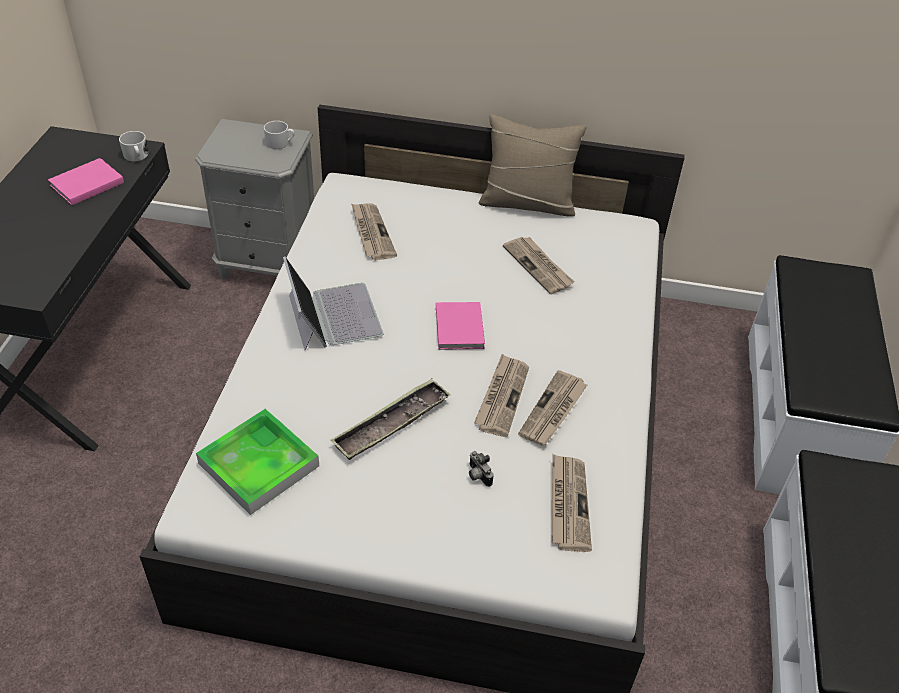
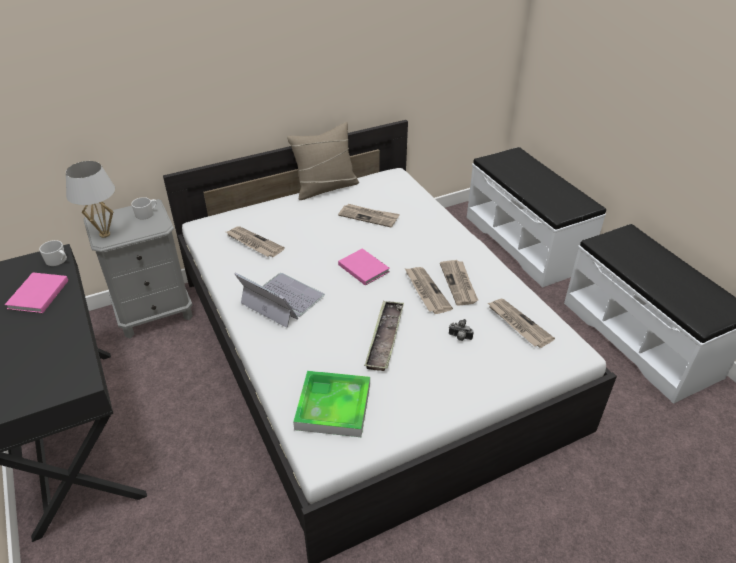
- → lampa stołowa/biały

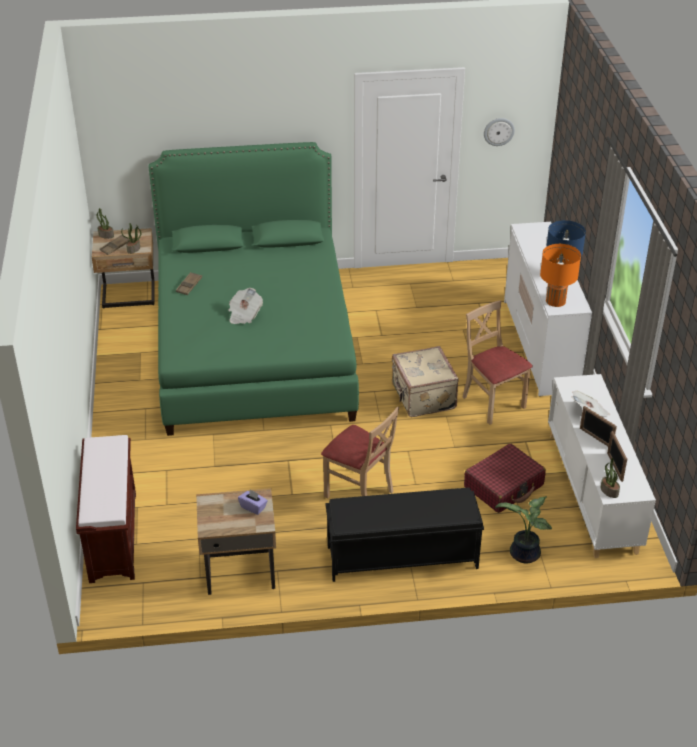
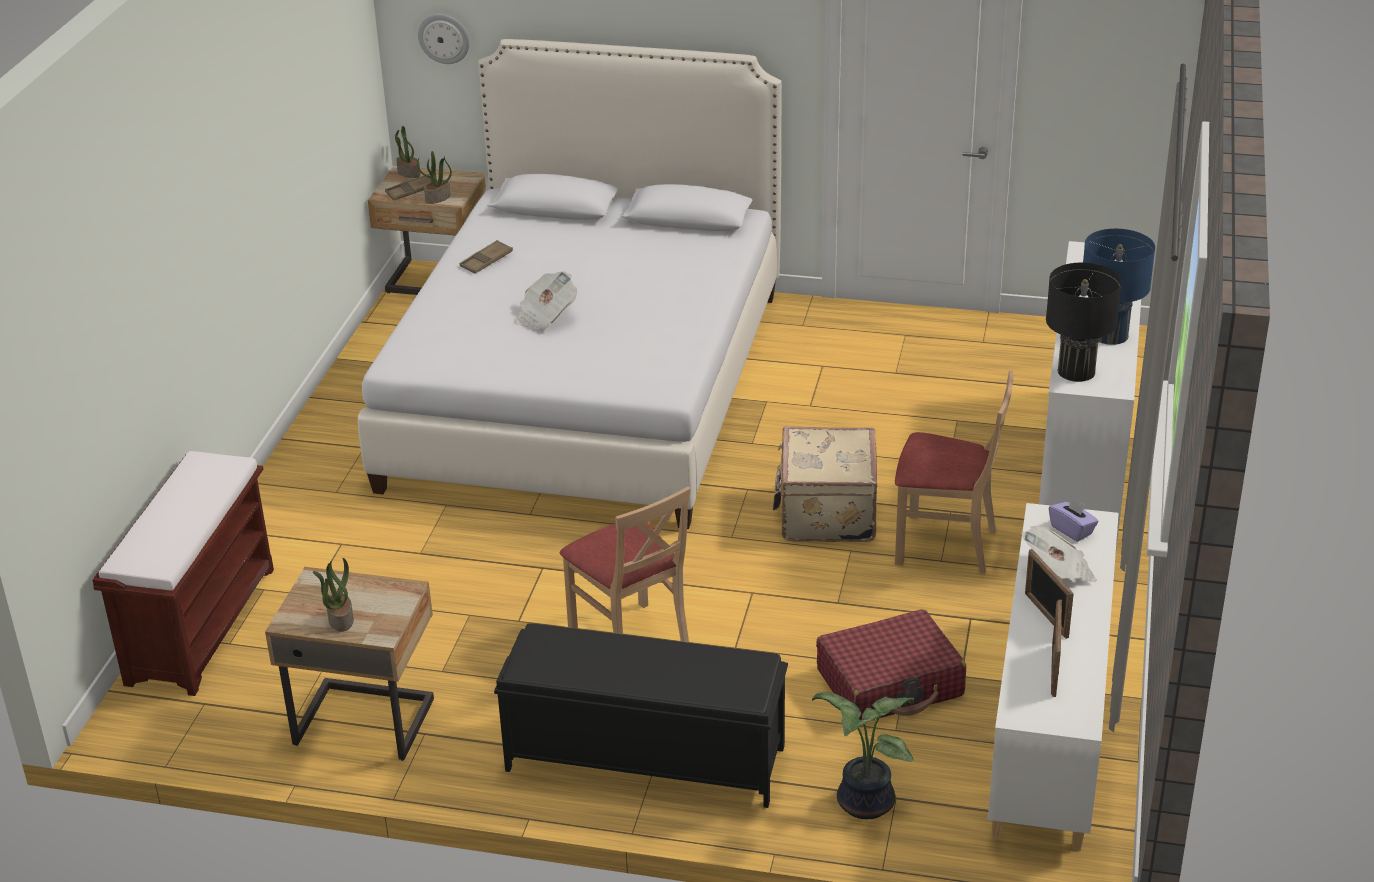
pudełko chusteczek/fioletowy, move
zegar ścienny, move
roślina doniczkowa (4th from left in the first image) → roślina doniczkowa (1st from left), move
łóżko/zielony → łóżko/biały
lampa stołowa/pomarańczowy → lampa stołowa/czarny
krzesło/beżowy (2nd from left), 120 degrees clockwise

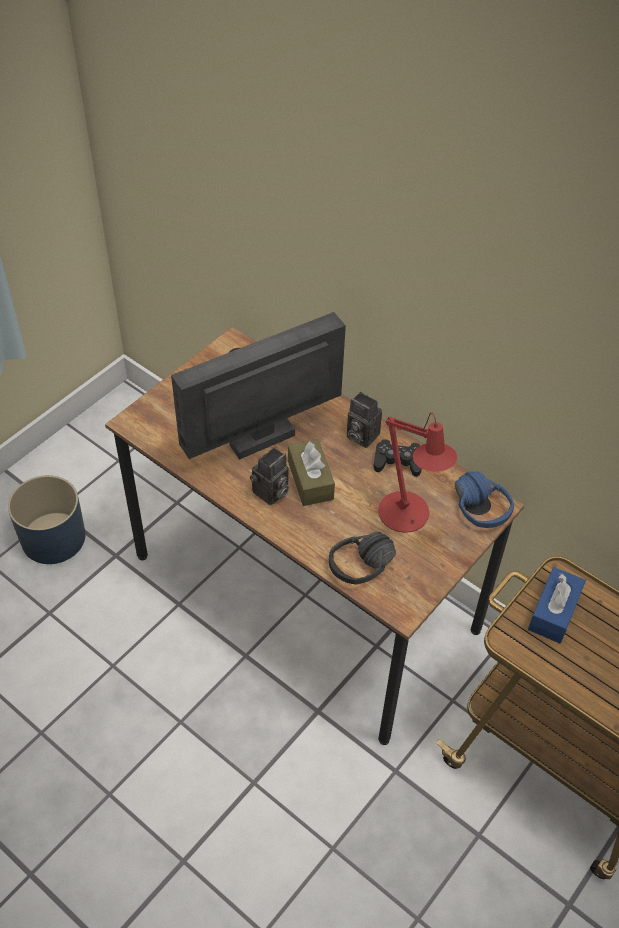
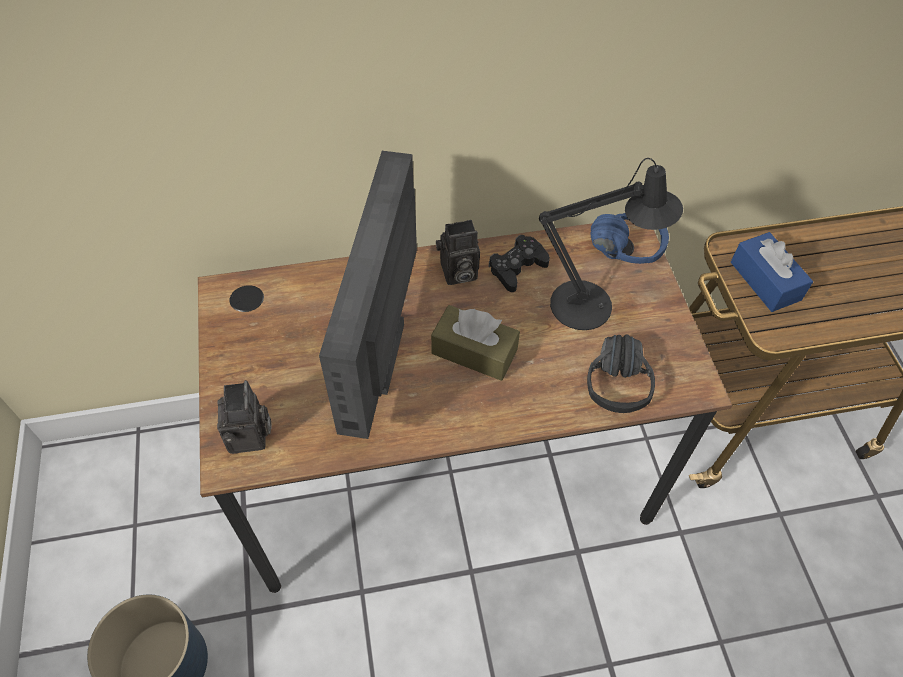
aparat fotograficzny (1st from left), move
lampa stołowa/czerwony → lampa stołowa/czarny

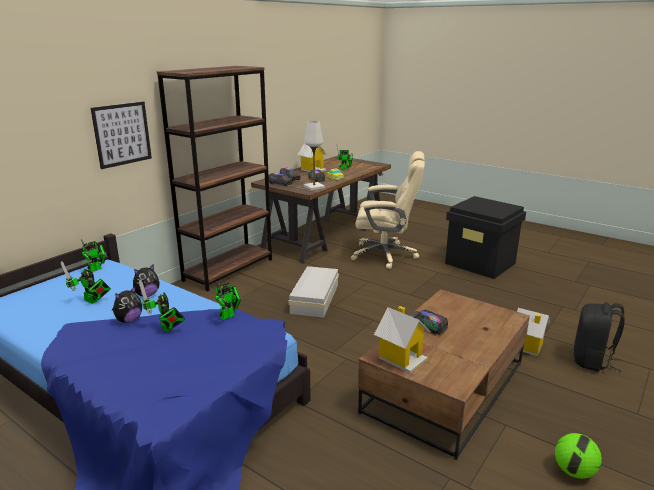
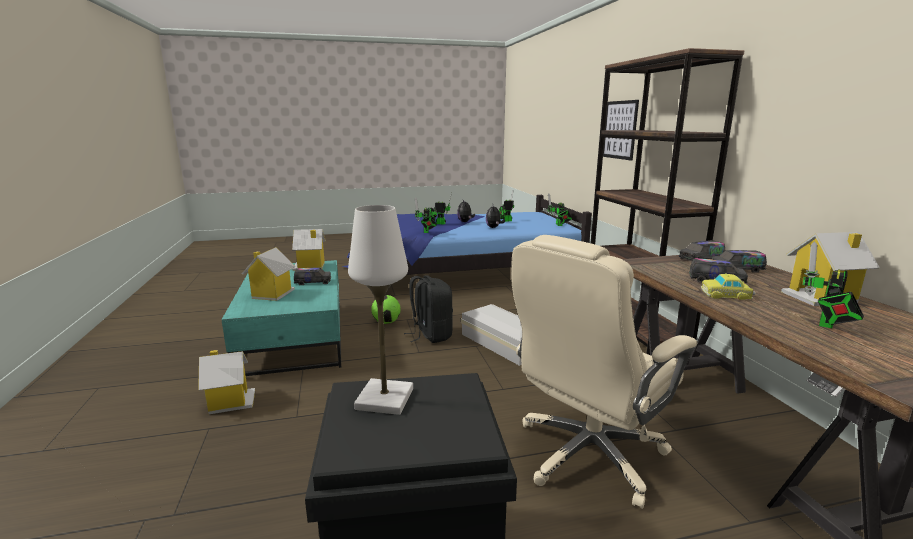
- → domek (2nd from left)
lampa stołowa/biały, move
piłka futbolowa, move
plecak/czarny, move
ława/brązowy → ława/turkusowy

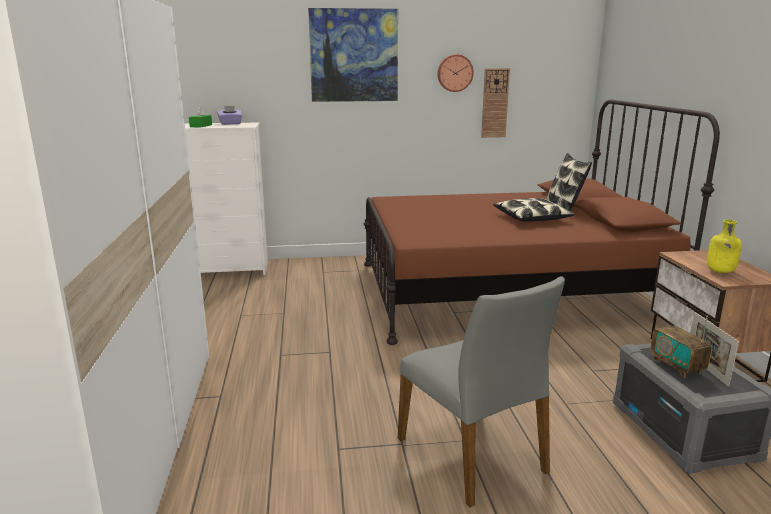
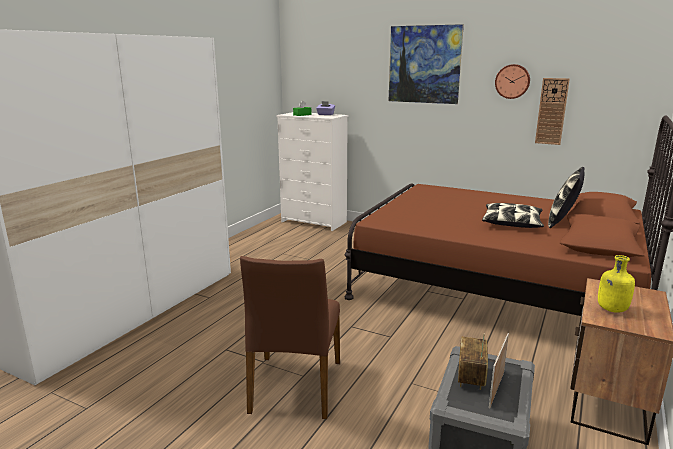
krzesło/szary → krzesło/brązowy

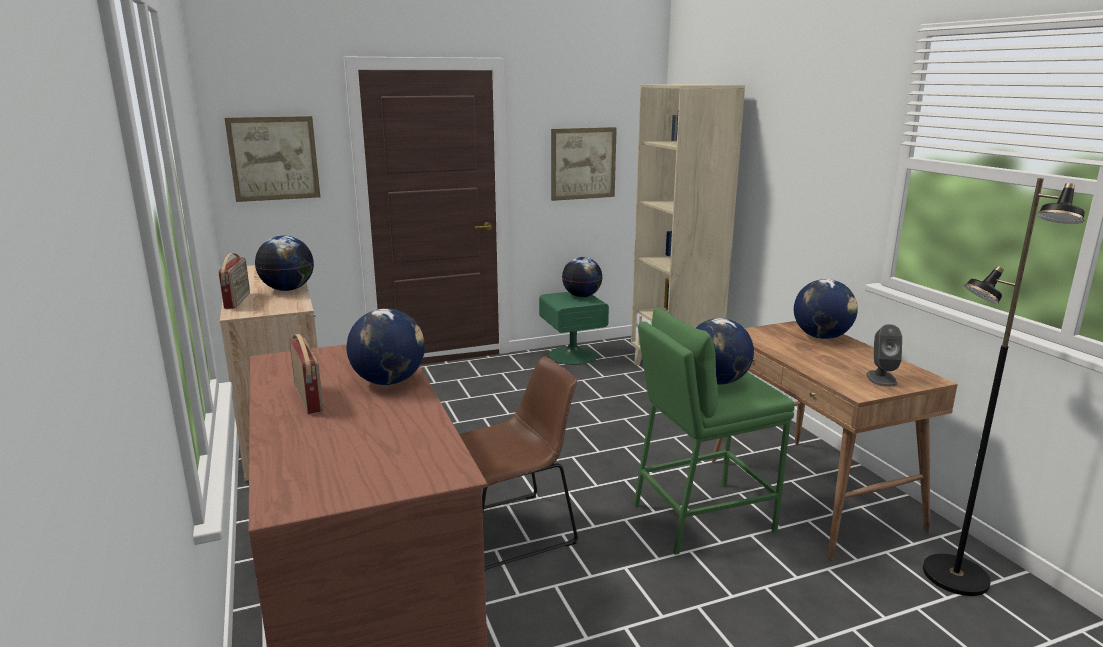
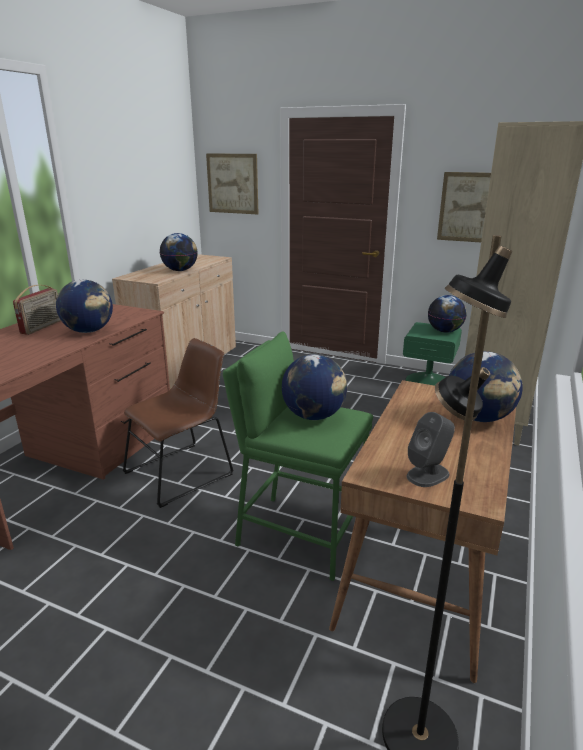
radio (1st from left) → -
krzesło/brązowy, 60 degrees counterclockwise

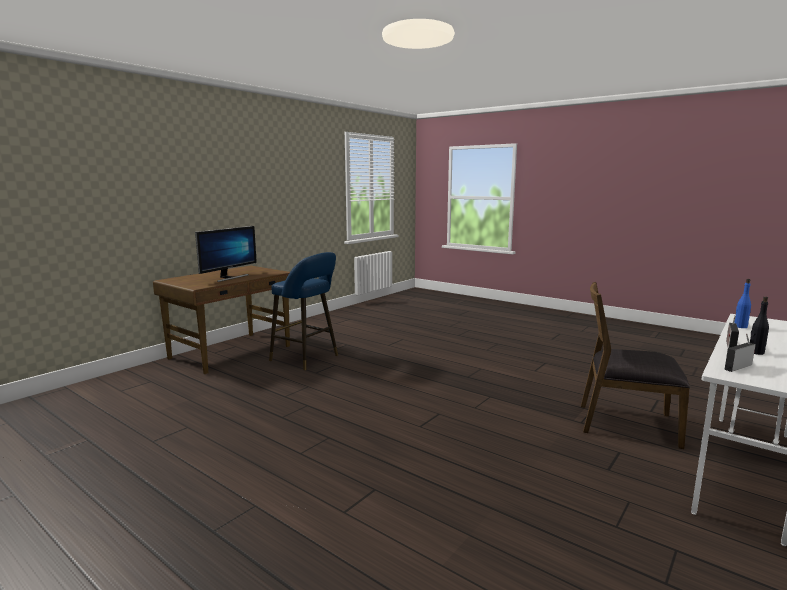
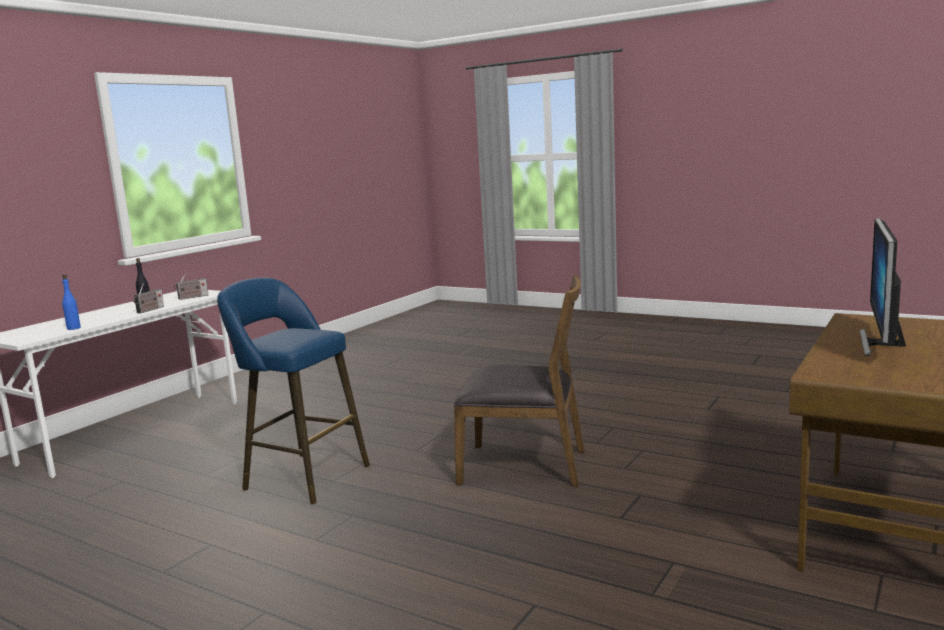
stołek/niebieski, move
krzesło/brązowy, move

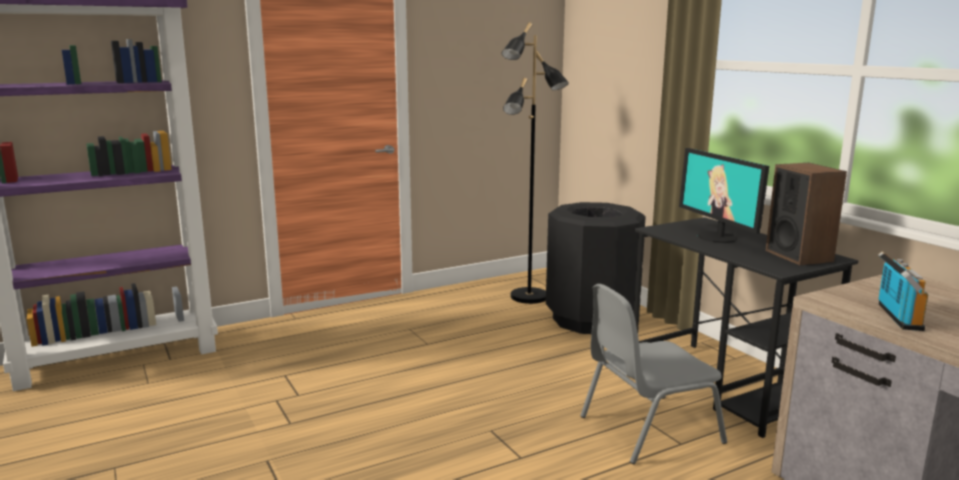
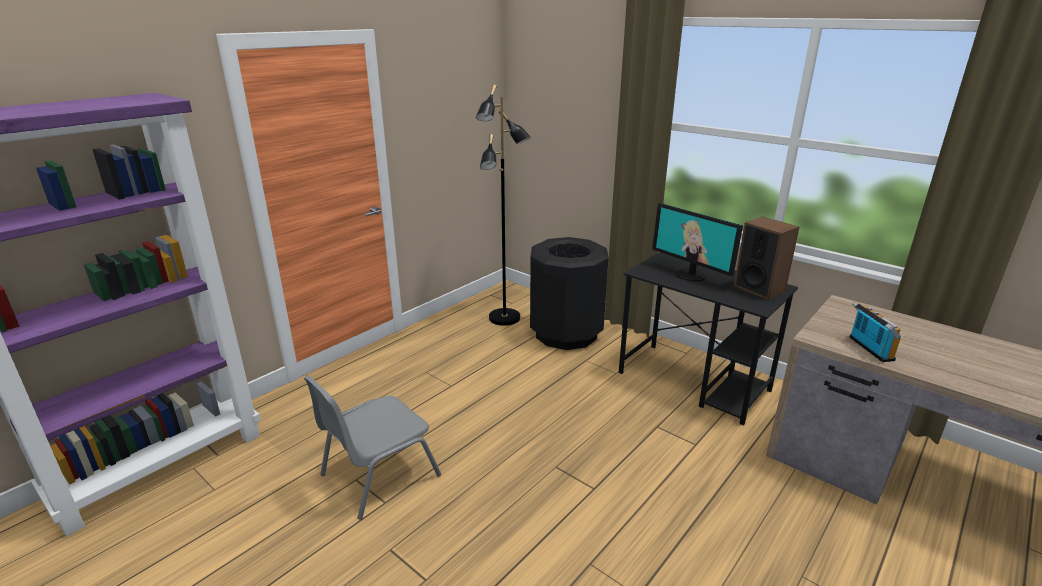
krzesło/szary, move

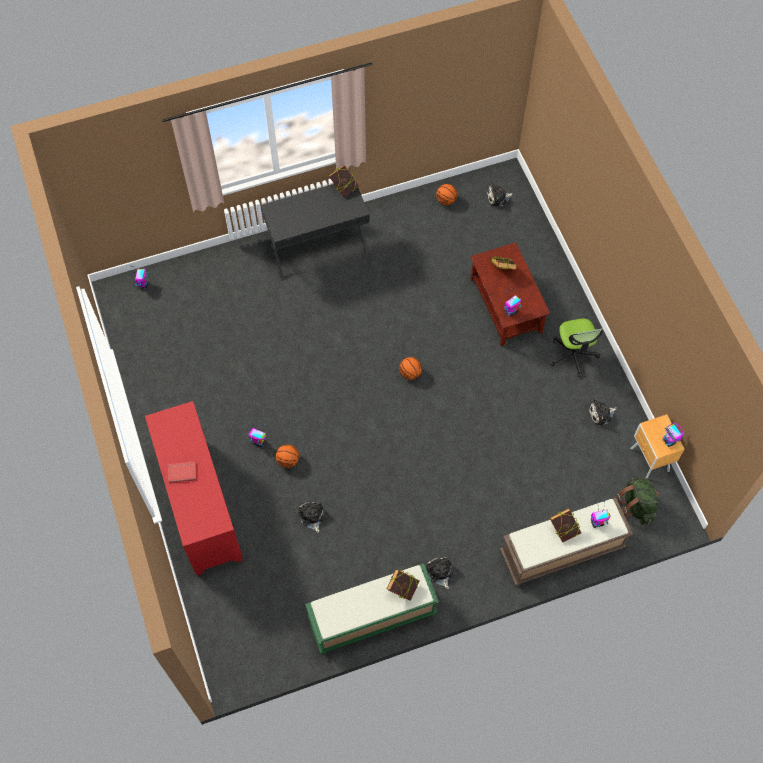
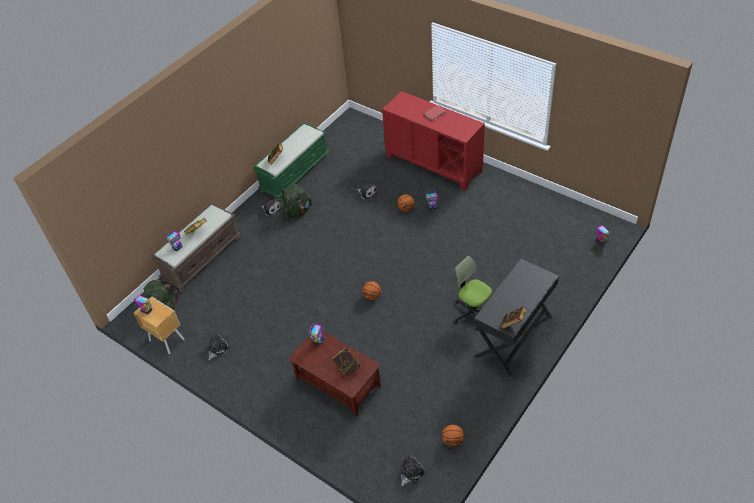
- → plecak/zielony (2nd from left)
krzesło biurowe, move

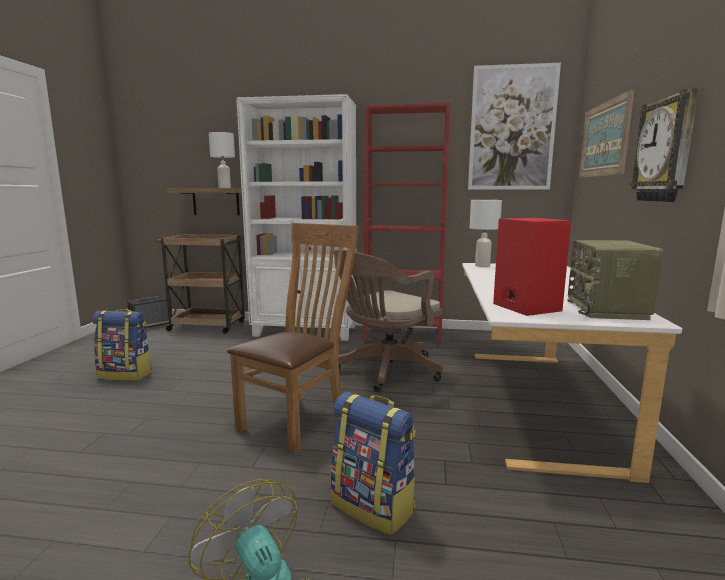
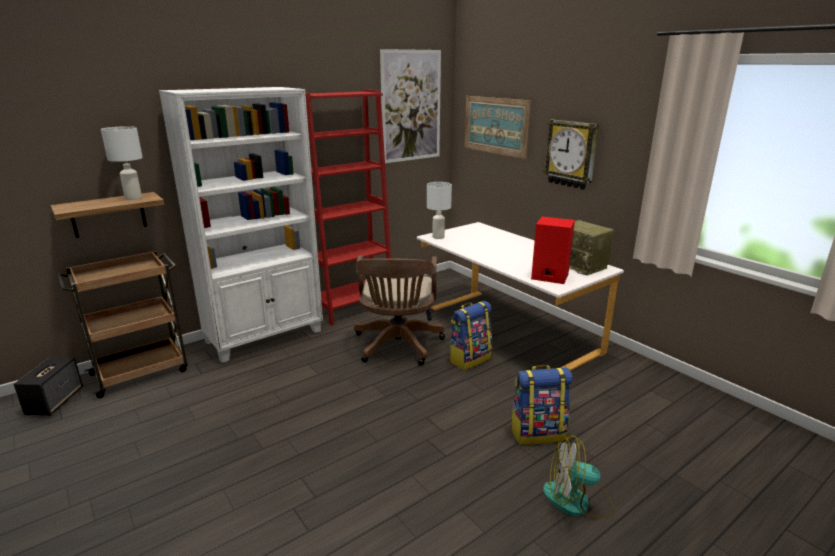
krzesło/brązowy → -
plecak (1st from left), move

